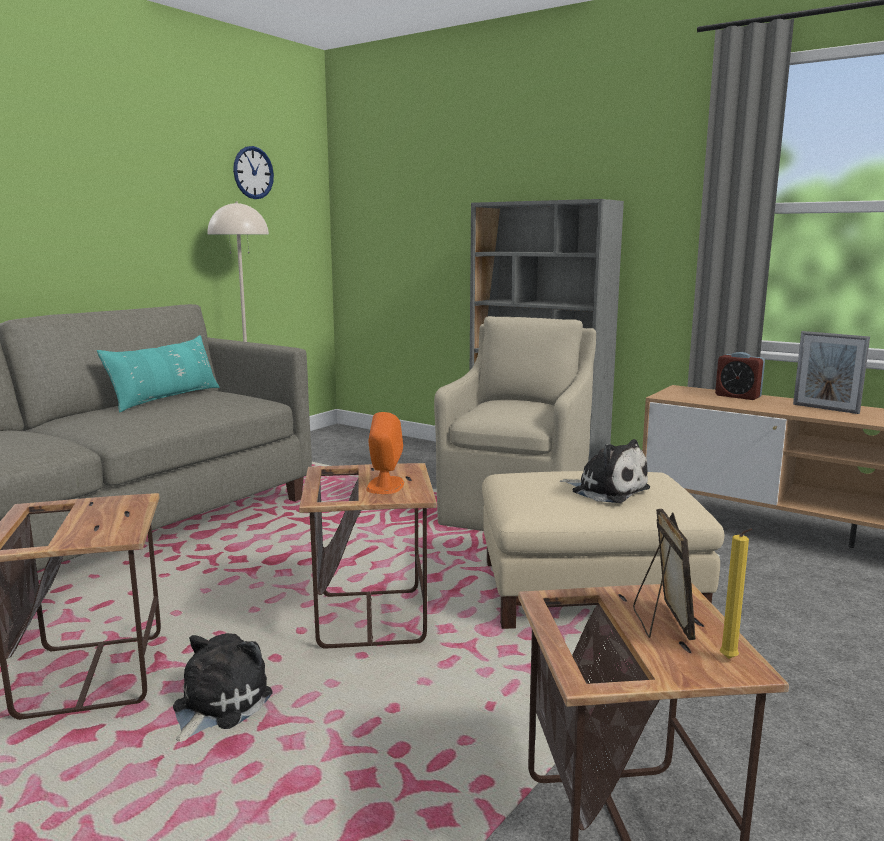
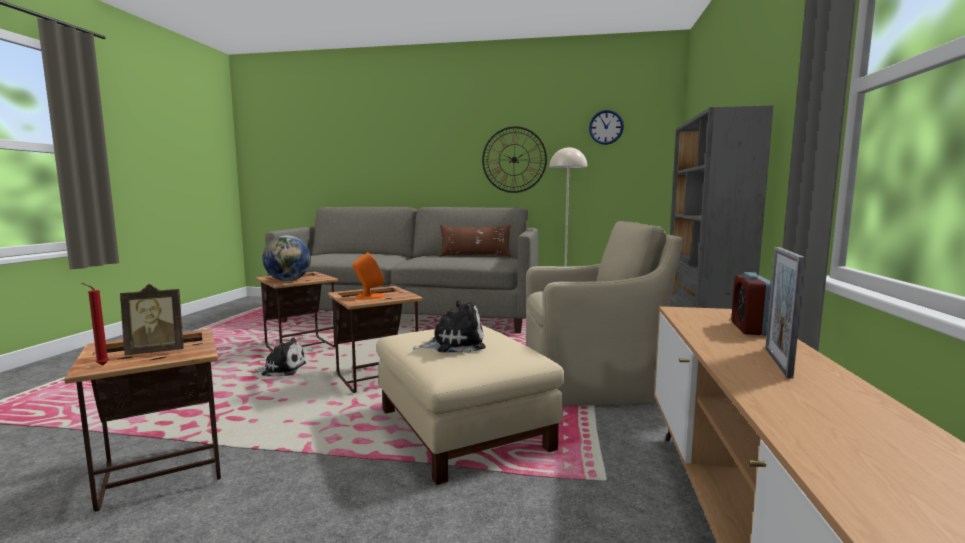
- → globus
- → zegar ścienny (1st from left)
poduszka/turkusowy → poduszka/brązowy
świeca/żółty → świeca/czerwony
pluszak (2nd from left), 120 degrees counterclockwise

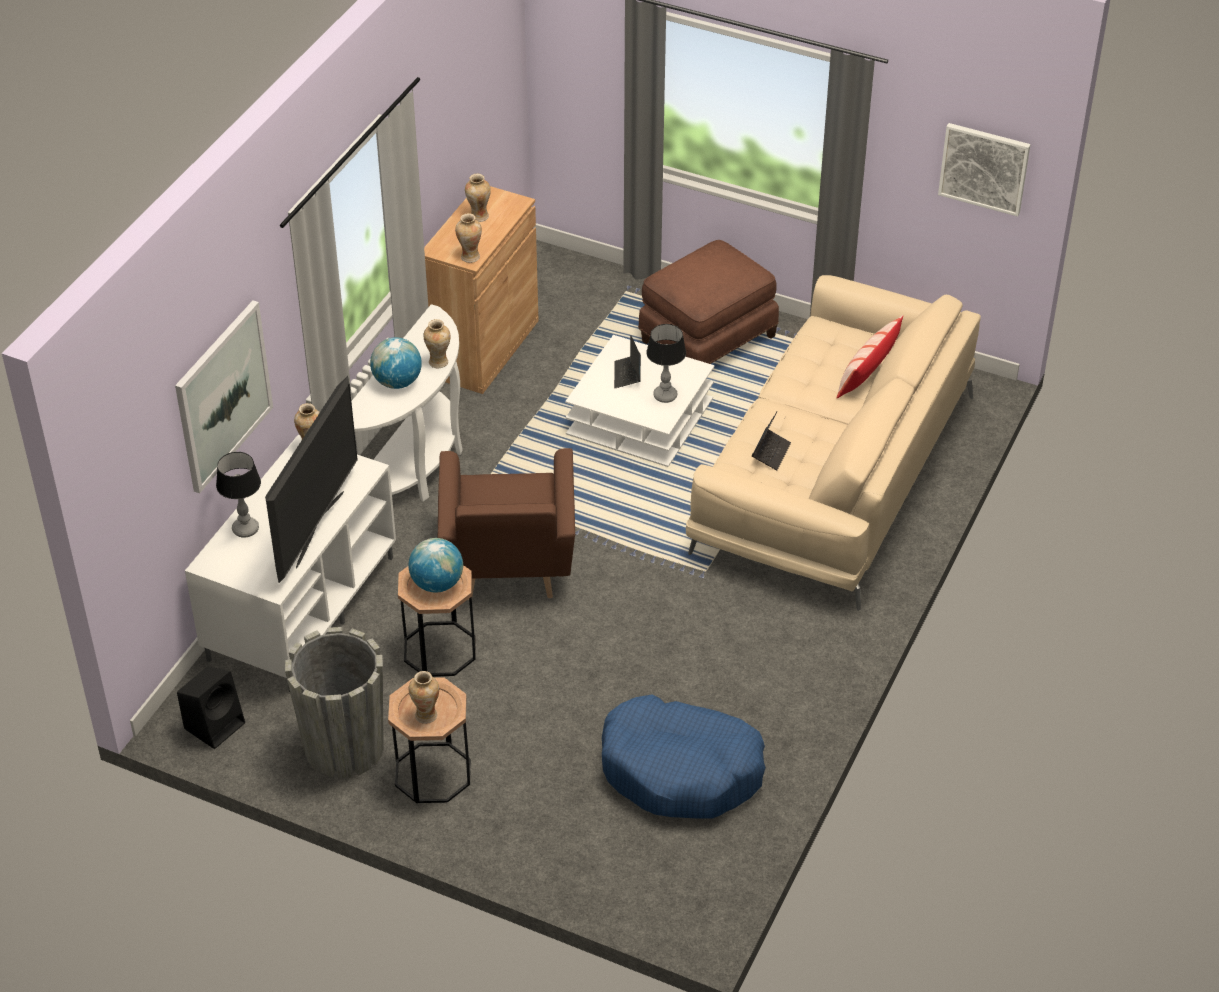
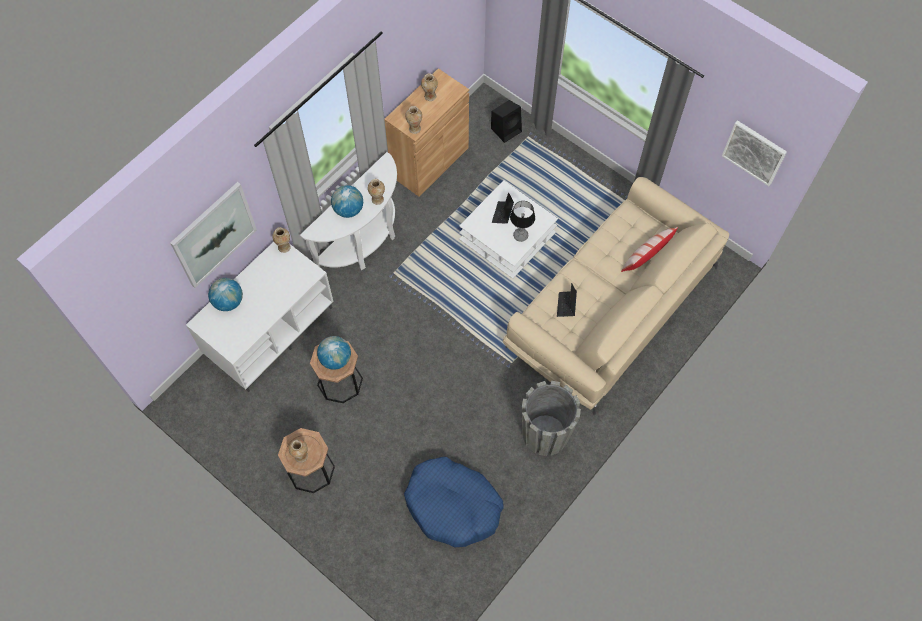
telewizor → -
fotel/brązowy → -
pufa/brązowy → -
głośnik/czarny, move
donica/szary, move
lampa stołowa (1st from left) → globus (1st from left)
laptop (2nd from left), 150 degrees clockwise

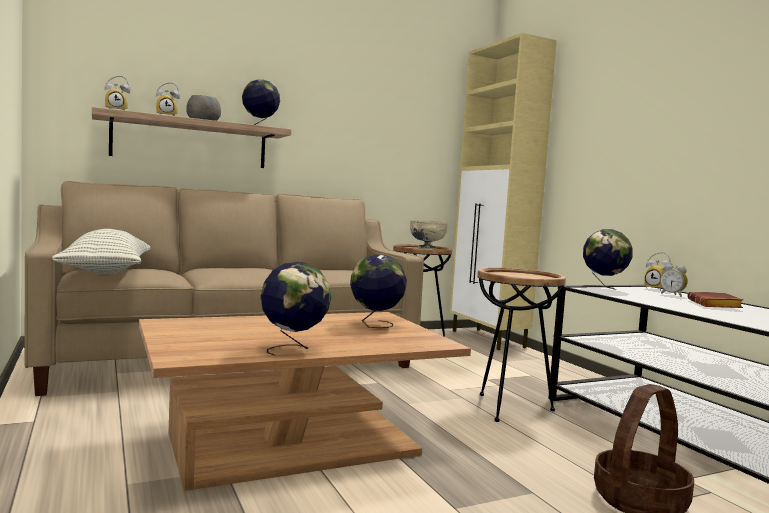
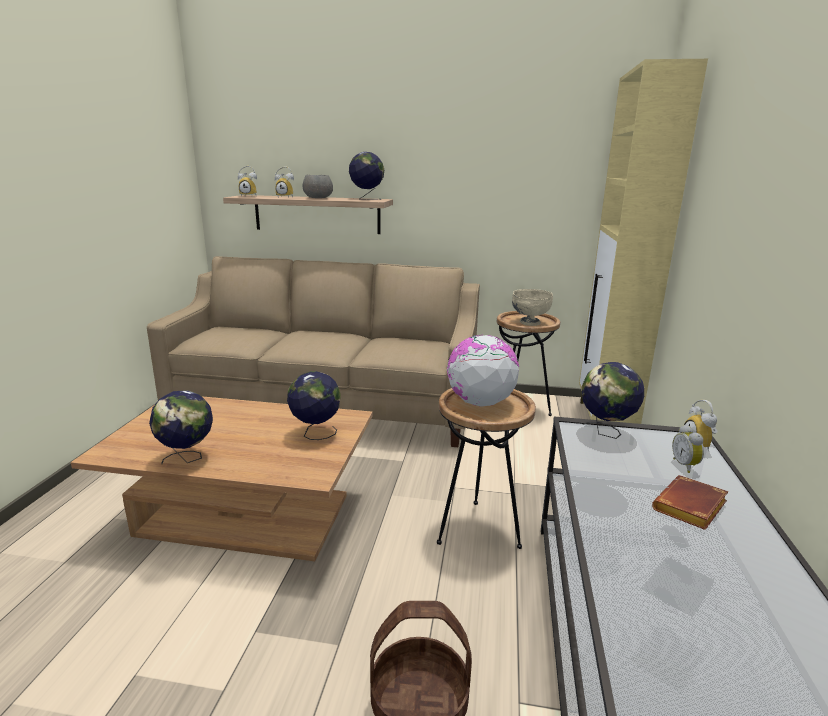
poduszka → -
- → globus (4th from left)

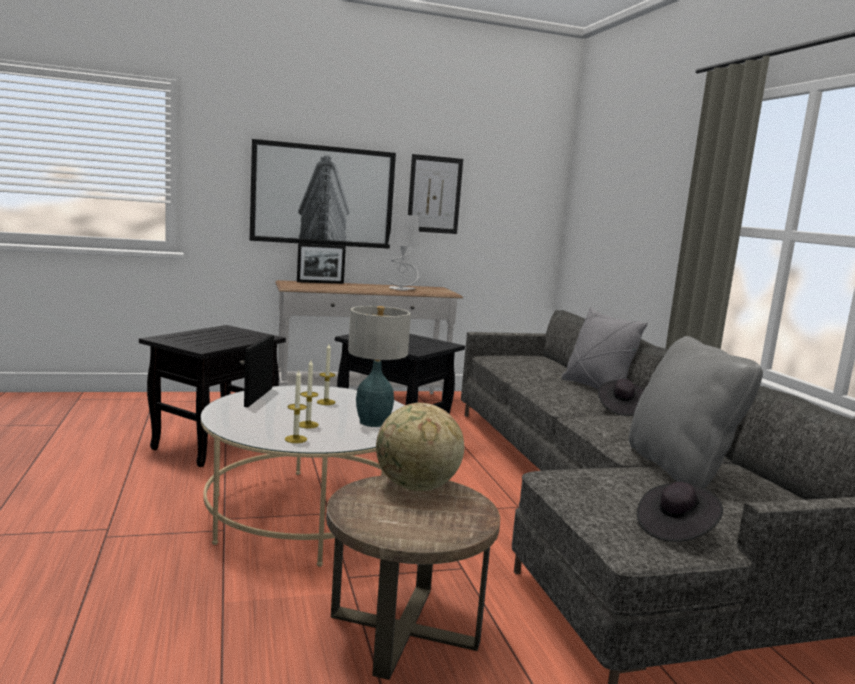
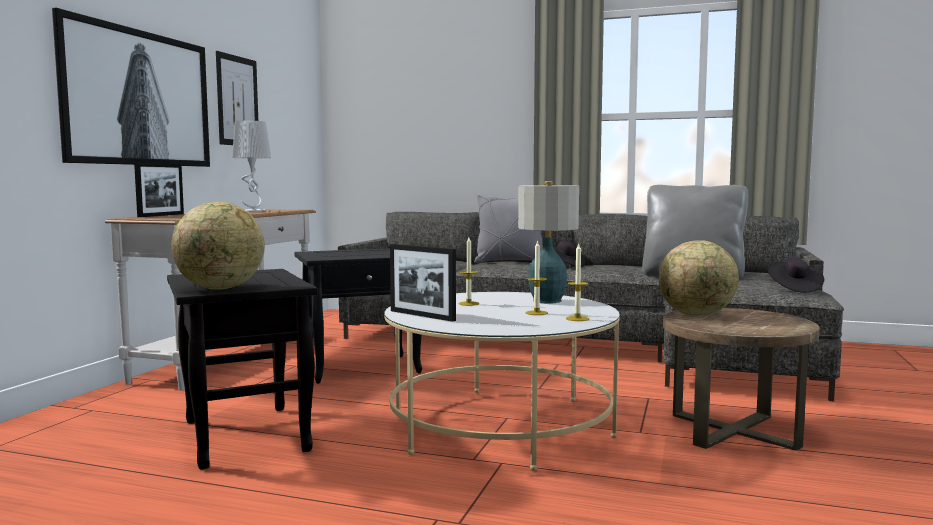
- → globus (1st from left)

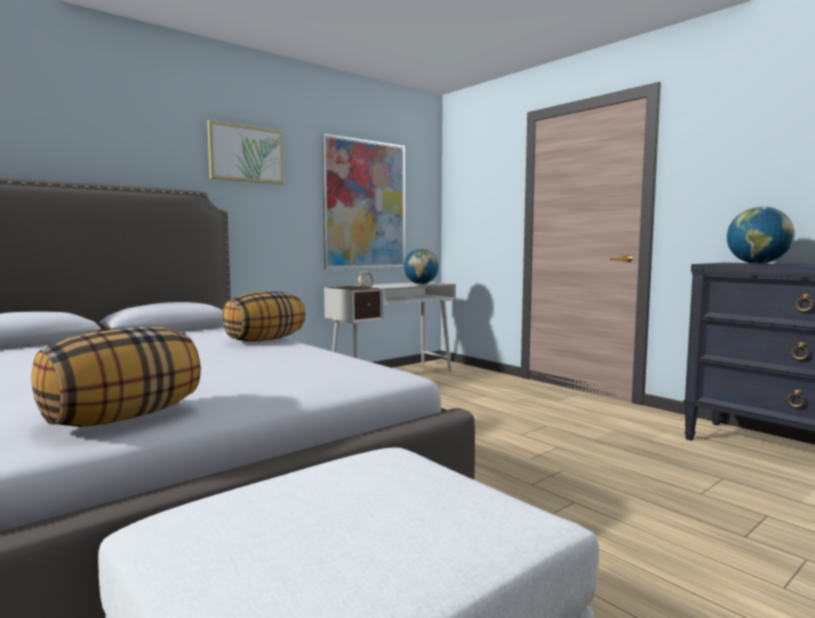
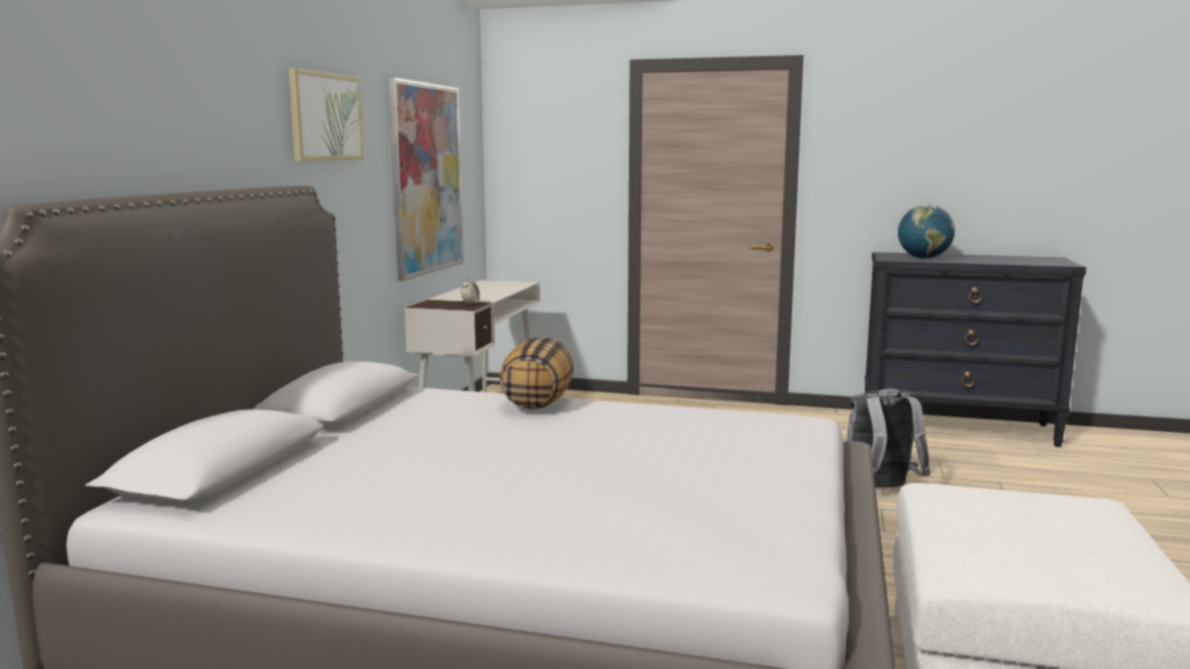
poduszka (1st from left) → -
globus (1st from left) → -
- → plecak/szary

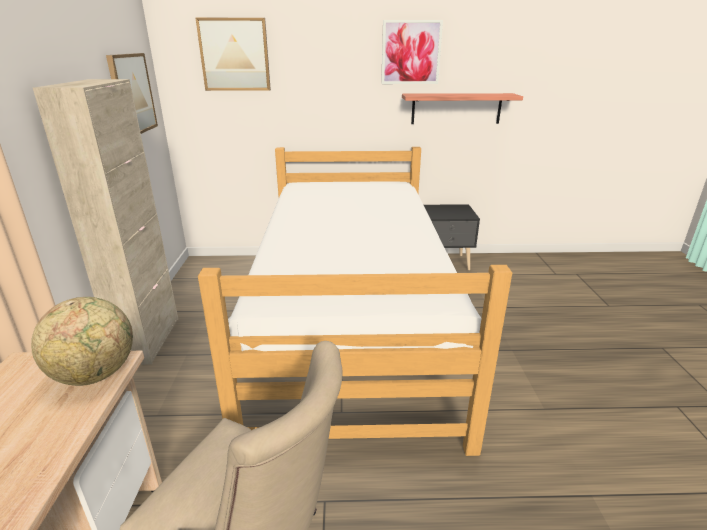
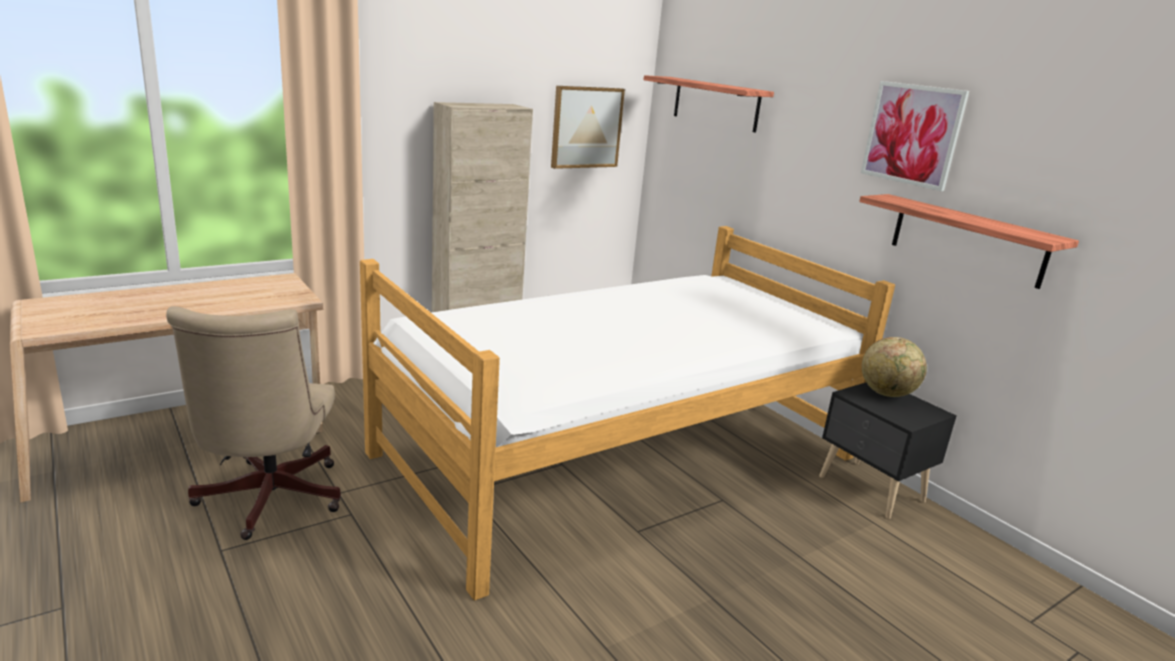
globus, move
obraz (2nd from left) → półka (1st from left)

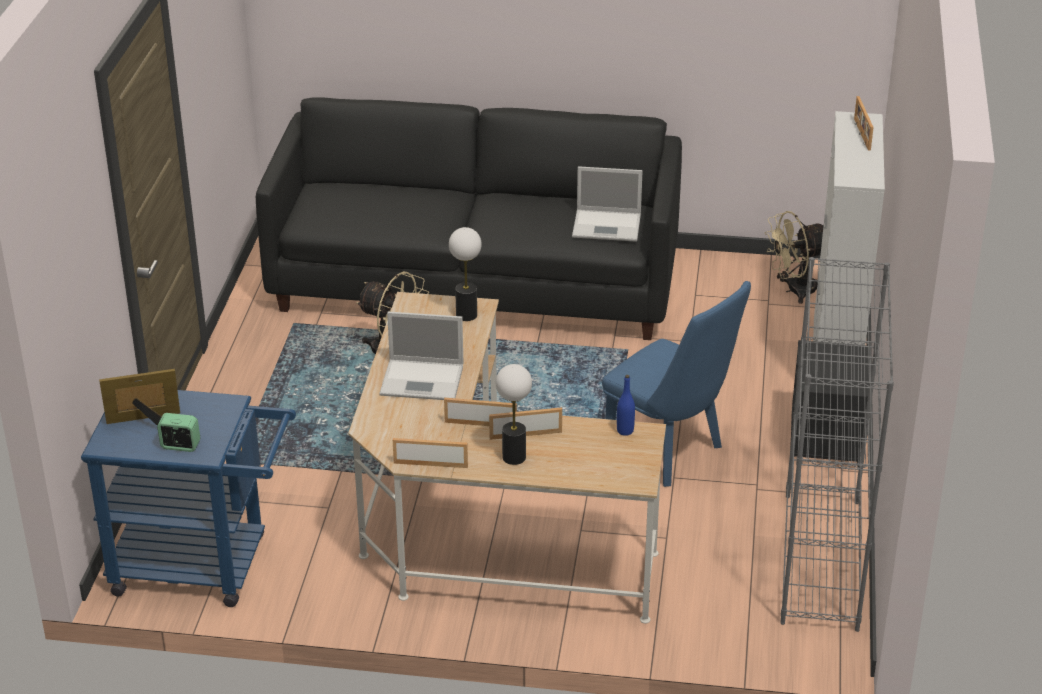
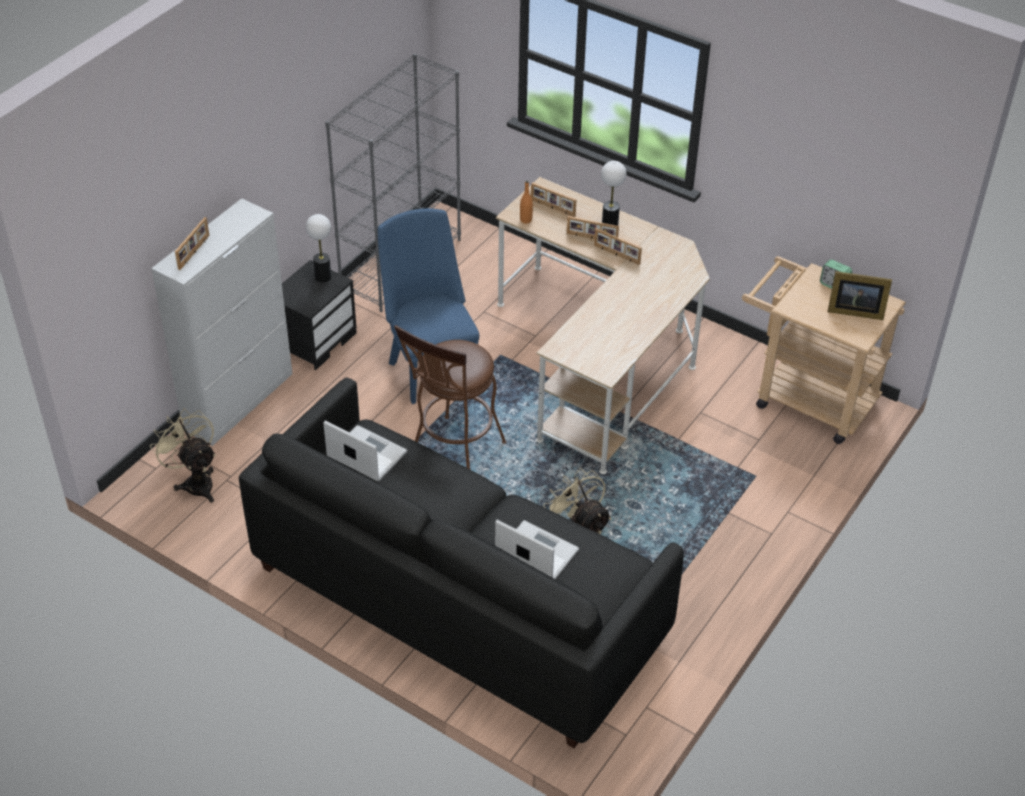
- → stołek/brązowy
laptop (1st from left in the first image) → laptop (2nd from left), move
ramka na zdjęcie (2nd from left), move
lampa stołowa (1st from left), move
wózek/niebieski → wózek/beżowy
butelka/niebieski → butelka/pomarańczowy
wentylator/beżowy (2nd from left in the first image) → wentylator/beżowy (1st from left), 135 degrees counterclockwise

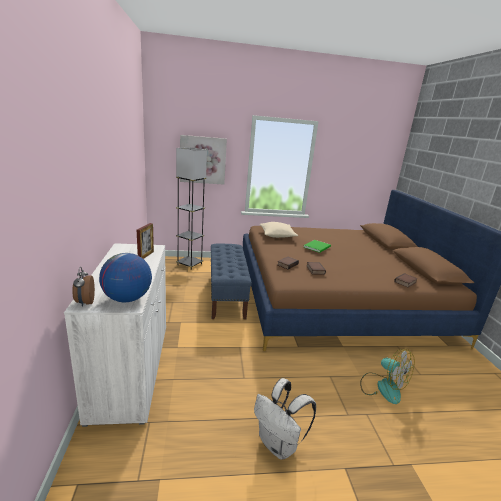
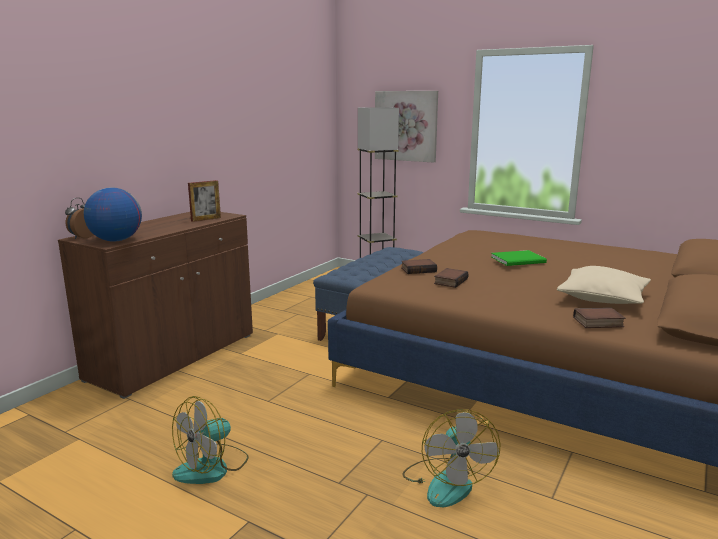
poduszka/beżowy, move
plecak/biały → wentylator (1st from left)
szafka/biały → szafka/brązowy

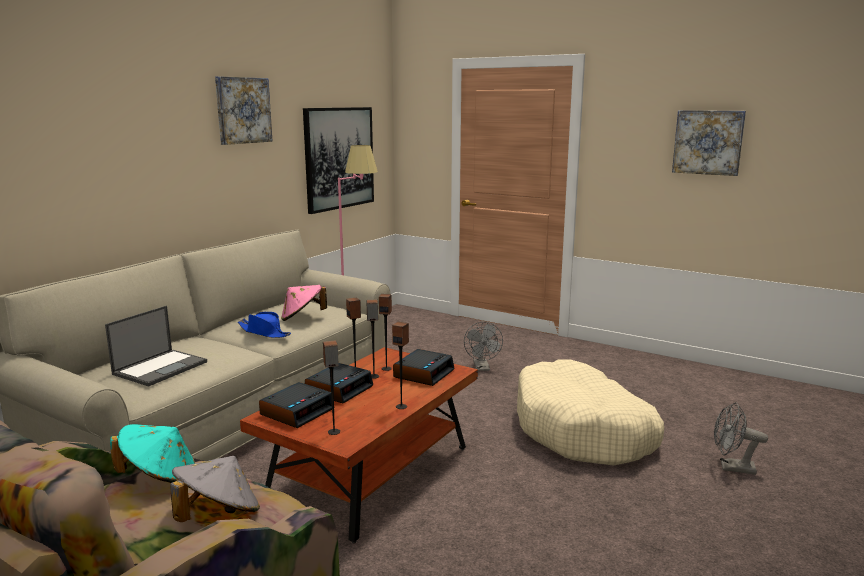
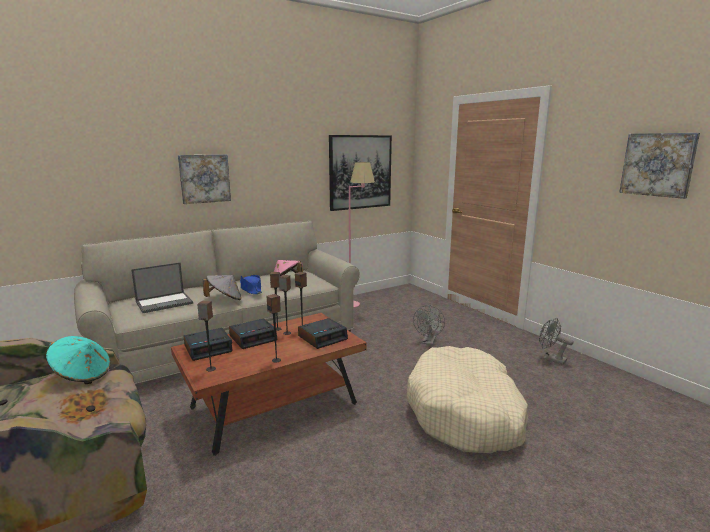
kapelusz/szary, move
obraz (1st from left), move
wentylator/szary (2nd from left), move

